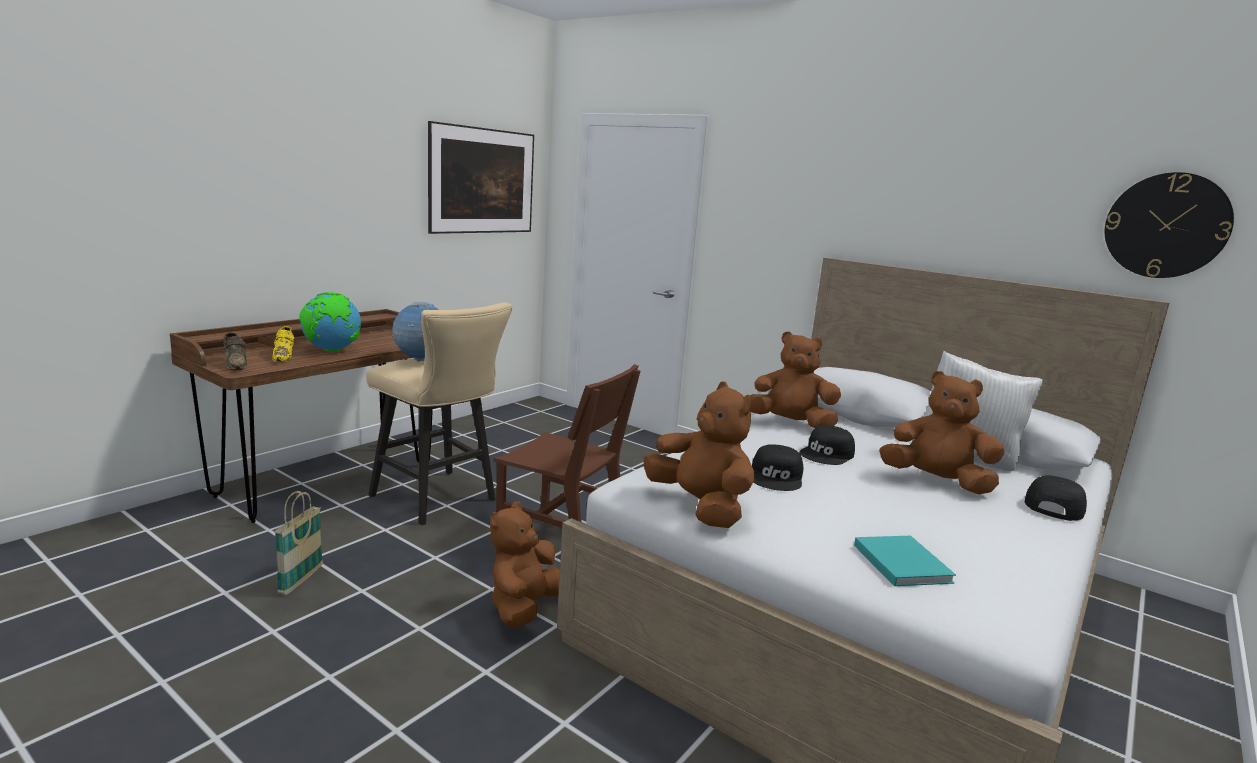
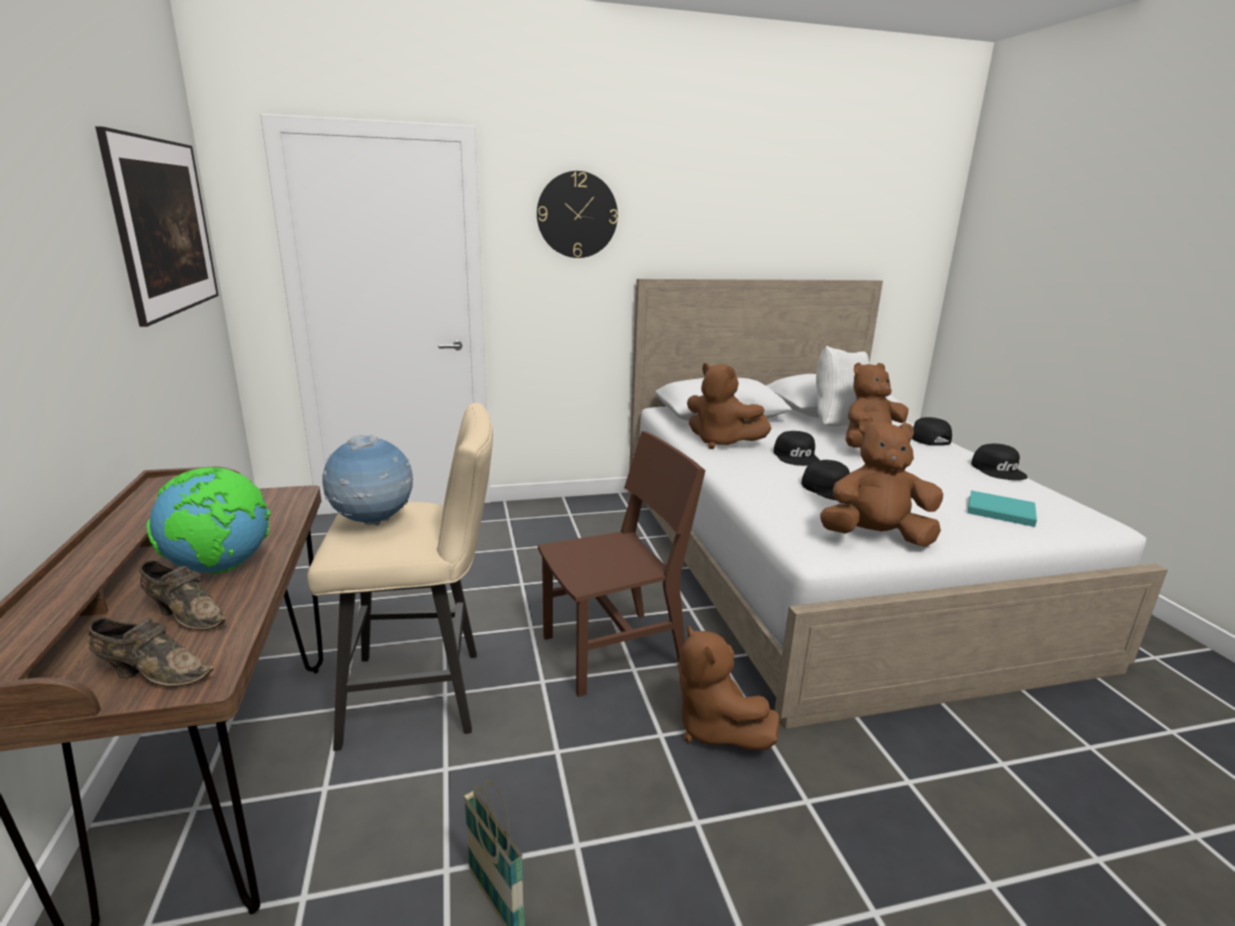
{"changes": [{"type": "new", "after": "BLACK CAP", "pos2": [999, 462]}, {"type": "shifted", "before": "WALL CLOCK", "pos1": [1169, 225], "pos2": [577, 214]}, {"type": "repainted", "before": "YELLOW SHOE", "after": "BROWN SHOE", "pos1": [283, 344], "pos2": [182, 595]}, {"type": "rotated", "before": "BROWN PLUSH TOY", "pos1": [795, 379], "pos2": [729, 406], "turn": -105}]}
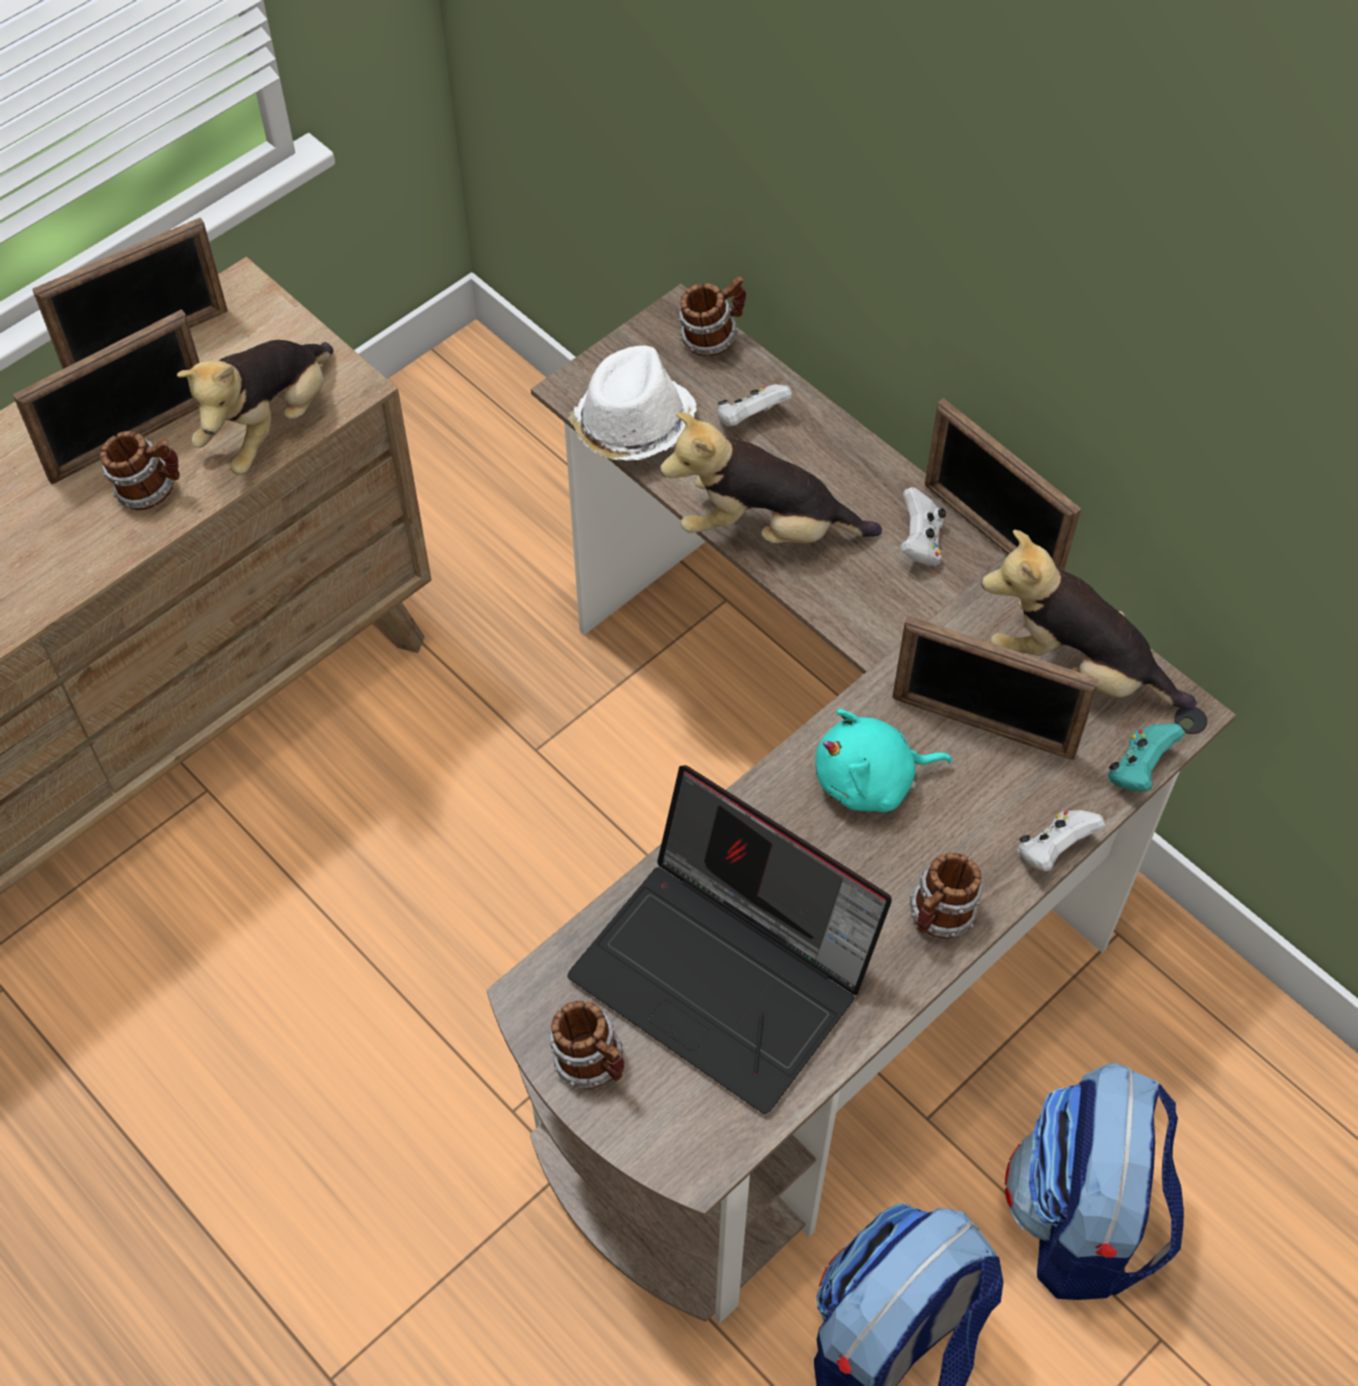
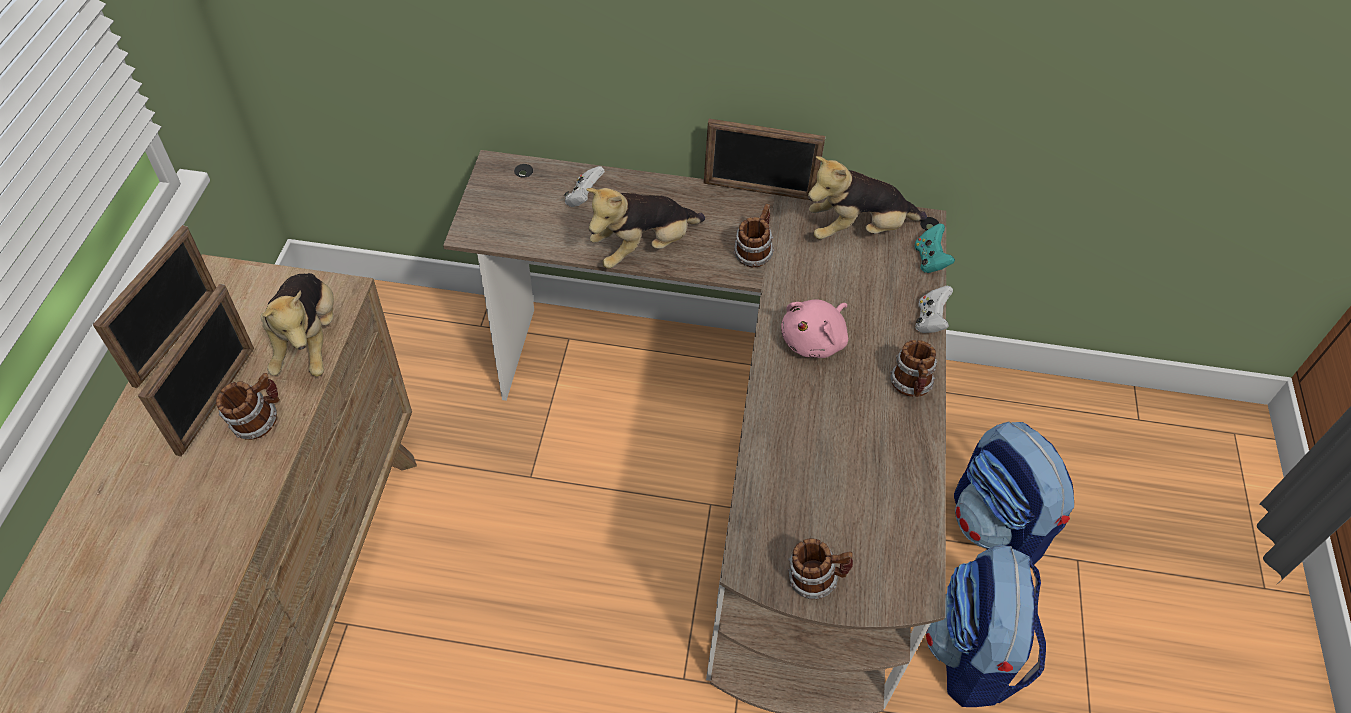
{"changes": [{"type": "gone", "before": "WHITE HAT", "pos1": [632, 403]}, {"type": "gone", "before": "LAPTOP", "pos1": [730, 939]}, {"type": "gone", "before": "PICTURE FRAME", "pos1": [996, 687]}, {"type": "gone", "before": "WHITE GAME CONTROLLER", "pos1": [922, 526]}, {"type": "shifted", "before": "MUG", "pos1": [712, 316], "pos2": [754, 235]}, {"type": "repainted", "before": "TURQUOISE PLUSH TOY", "after": "PINK PLUSH TOY", "pos1": [883, 760], "pos2": [814, 328]}]}
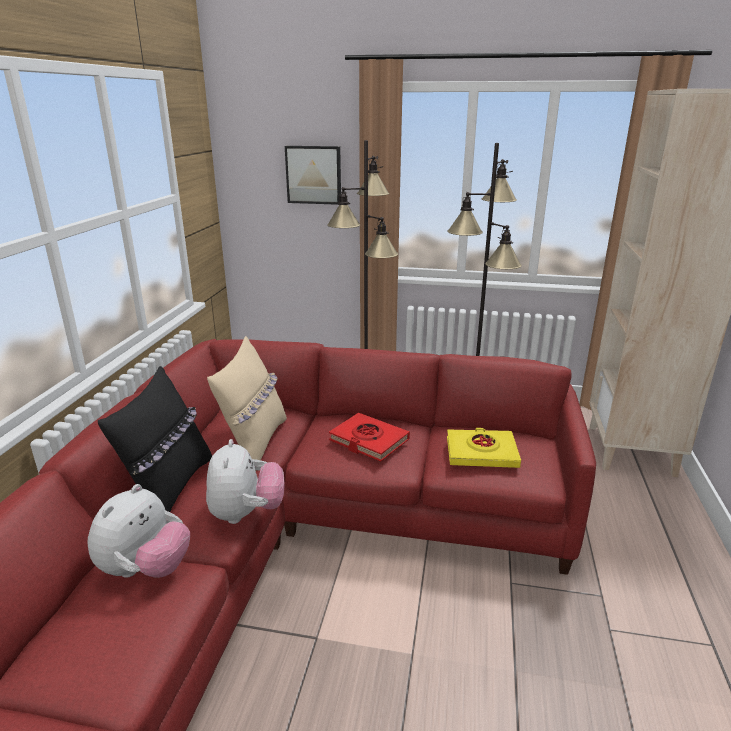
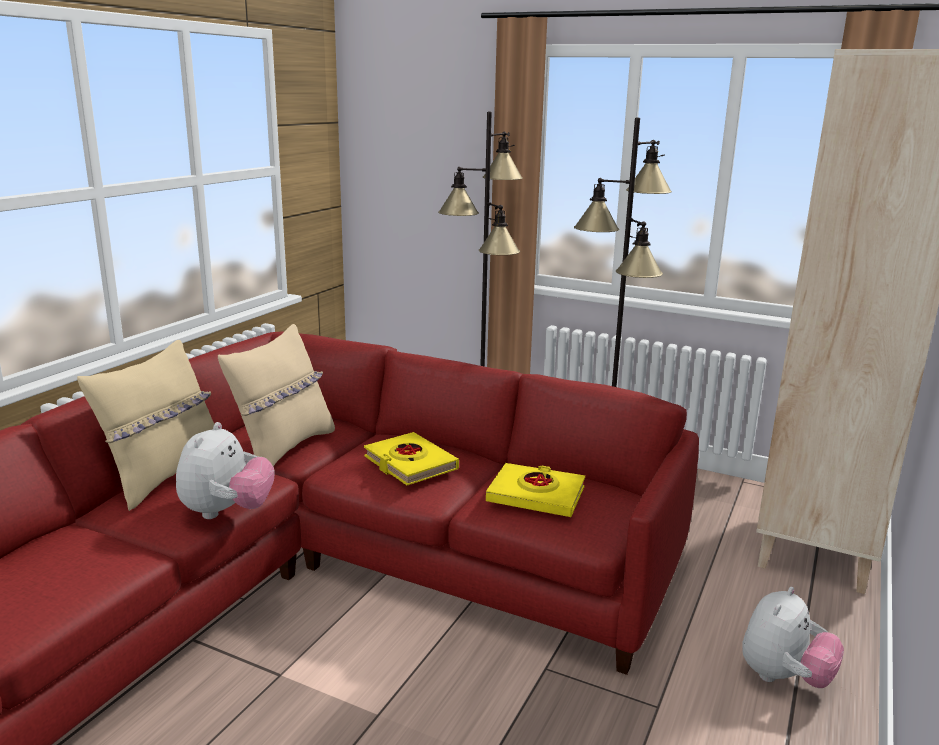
{"changes": [{"type": "gone", "before": "PICTURE", "pos1": [313, 175]}, {"type": "shifted", "before": "PLUSH TOY", "pos1": [138, 531], "pos2": [793, 637]}, {"type": "repainted", "before": "BLACK PILLOW", "after": "BEIGE PILLOW", "pos1": [155, 439], "pos2": [145, 425]}, {"type": "repainted", "before": "RED BOOK", "after": "YELLOW BOOK", "pos1": [369, 437], "pos2": [411, 458]}]}
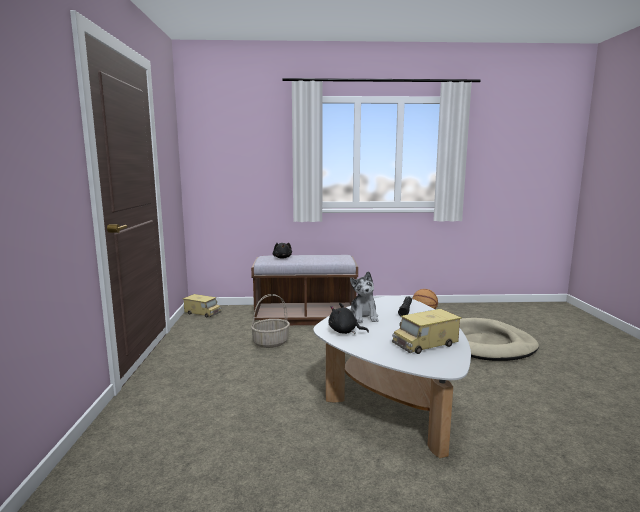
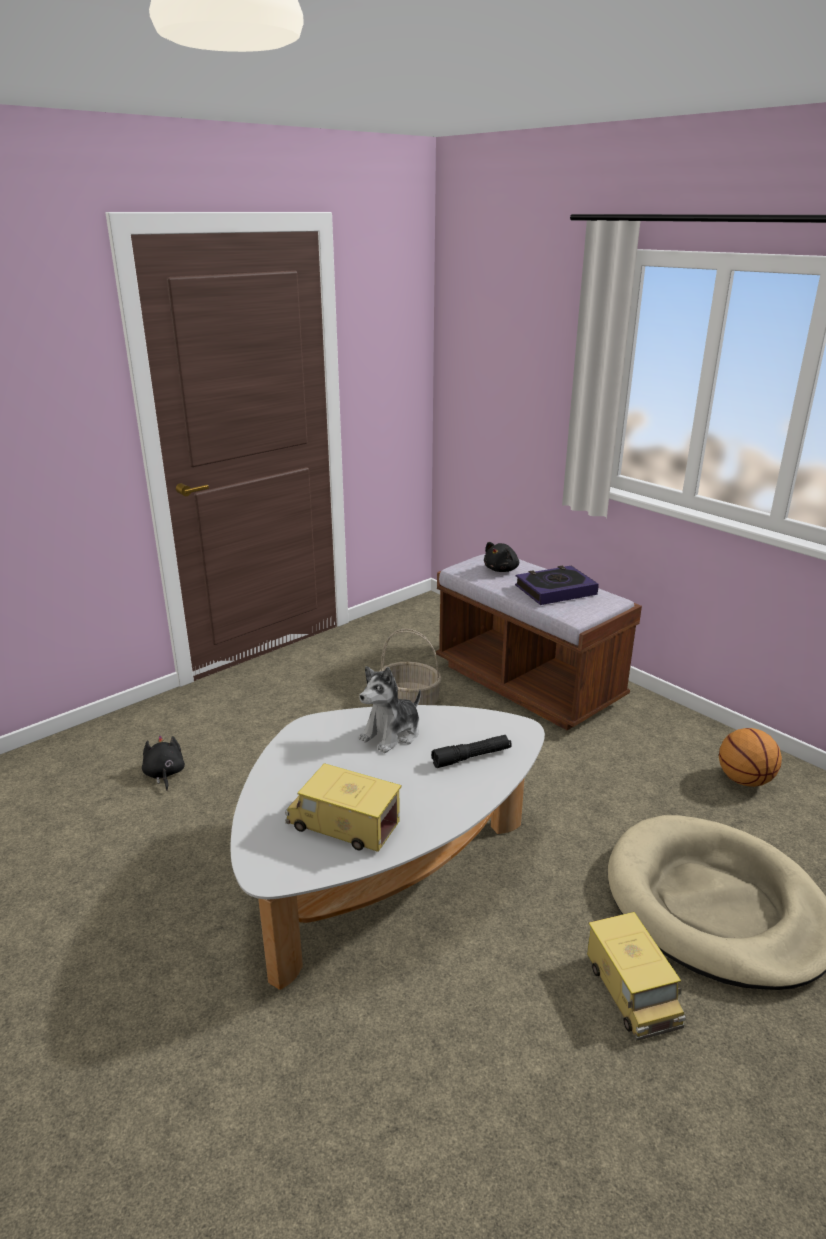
{"changes": [{"type": "new", "after": "BOOK", "pos2": [557, 585]}, {"type": "shifted", "before": "TOY TRUCK", "pos1": [202, 306], "pos2": [636, 976]}, {"type": "shifted", "before": "BLACK PLUSH TOY", "pos1": [349, 318], "pos2": [163, 763]}]}
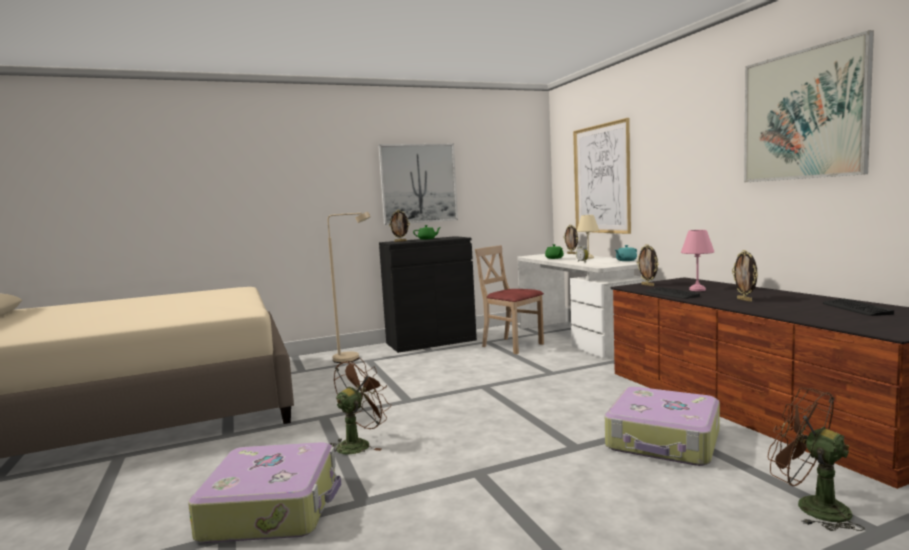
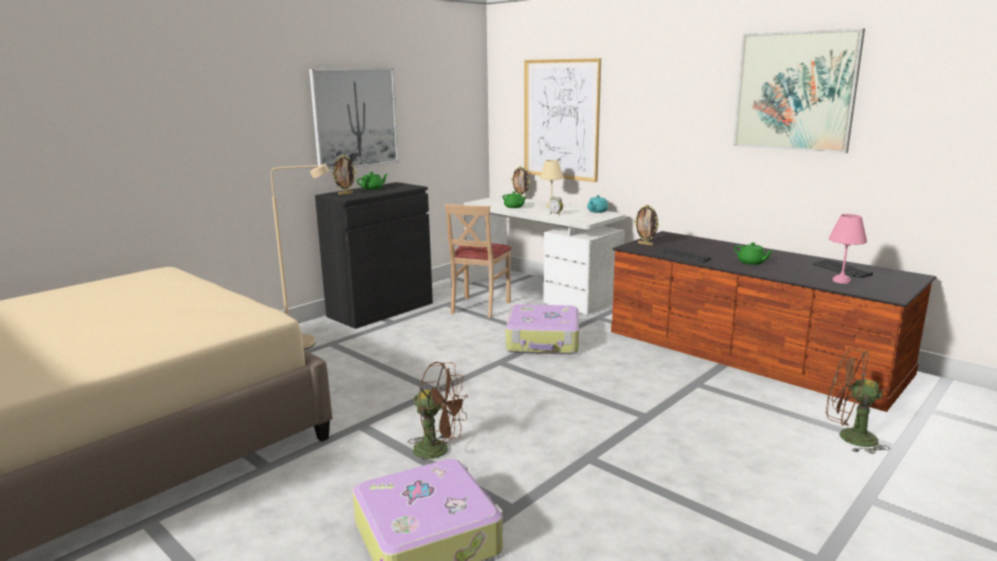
{"changes": [{"type": "shifted", "before": "SUITCASE", "pos1": [662, 426], "pos2": [542, 329]}, {"type": "shifted", "before": "PINK TABLE LAMP", "pos1": [697, 260], "pos2": [848, 249]}, {"type": "swapped", "before": "PICTURE FRAME", "after": "GREEN TEAPOT", "pos1": [745, 276], "pos2": [754, 253]}, {"type": "rotated", "before": "BROWN FAN", "pos1": [360, 405], "pos2": [438, 413], "turn": 90}, {"type": "rotated", "before": "BEIGE CHAIR", "pos1": [509, 299], "pos2": [478, 261], "turn": -90}]}
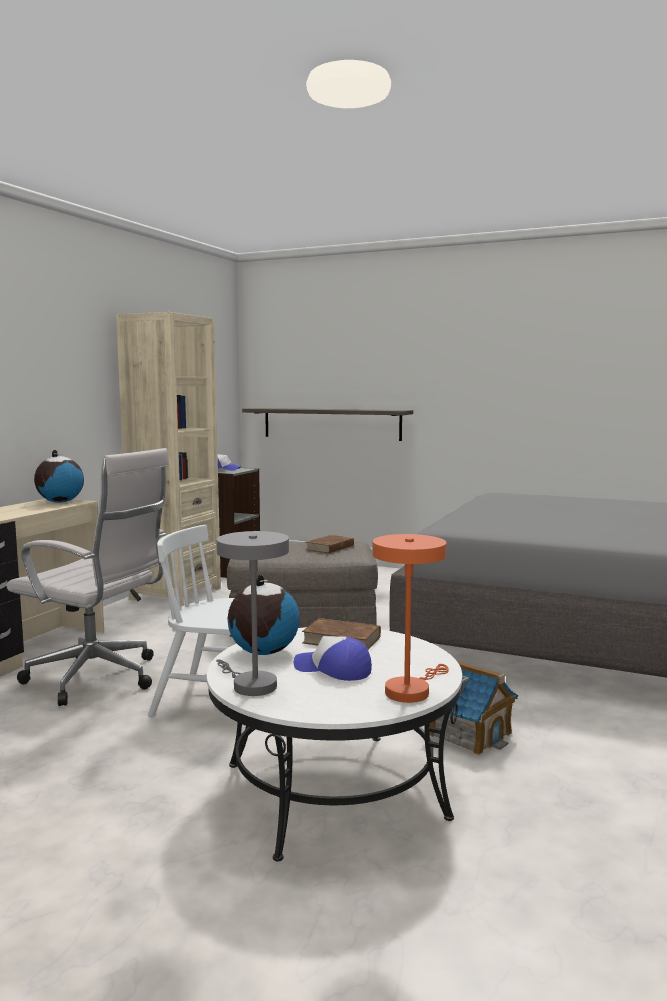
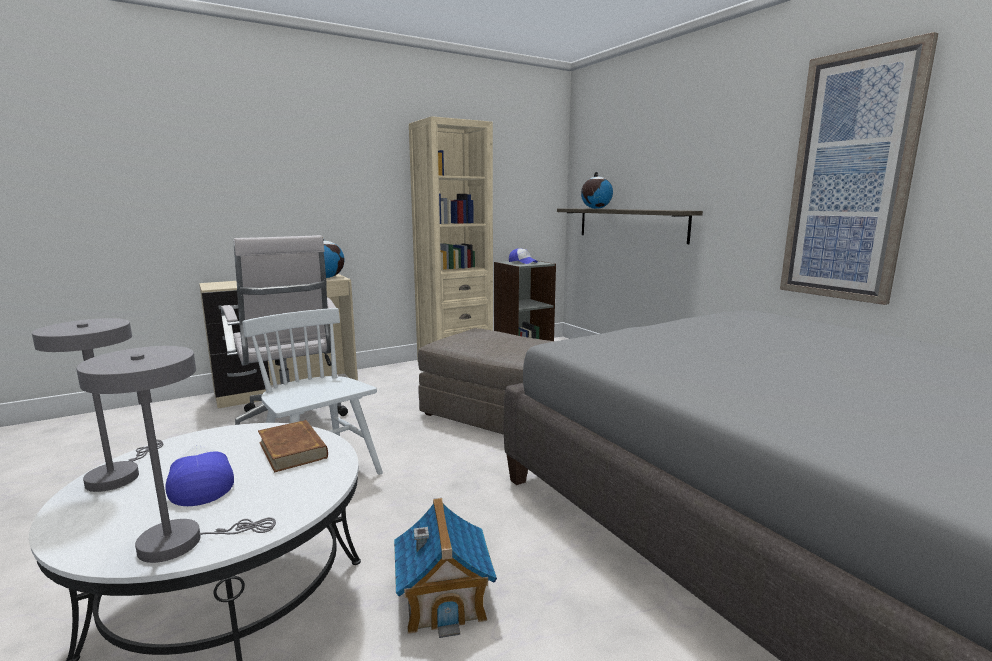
{"changes": [{"type": "gone", "before": "BROWN BOOK", "pos1": [329, 544]}, {"type": "new", "after": "PICTURE", "pos2": [859, 168]}, {"type": "shifted", "before": "GLOBE", "pos1": [264, 615], "pos2": [597, 190]}, {"type": "repainted", "before": "ORANGE TABLE LAMP", "after": "GREY TABLE LAMP", "pos1": [410, 618], "pos2": [176, 454]}]}
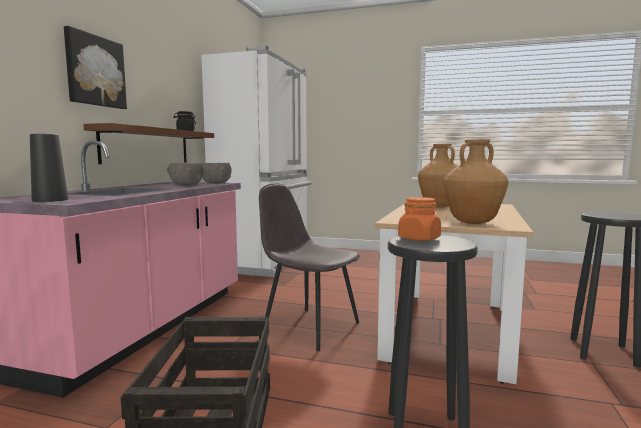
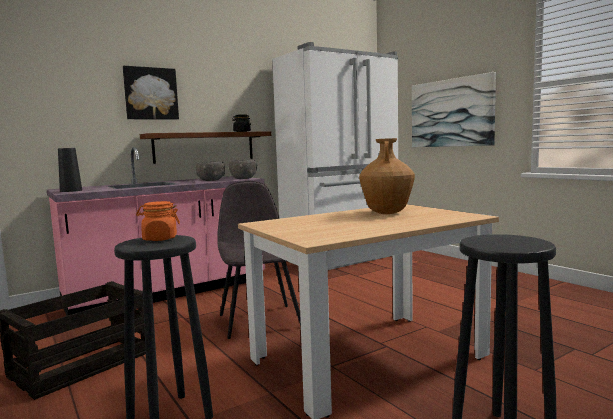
{"changes": [{"type": "gone", "before": "BROWN VASE", "pos1": [475, 181]}, {"type": "new", "after": "PICTURE", "pos2": [454, 109]}]}
